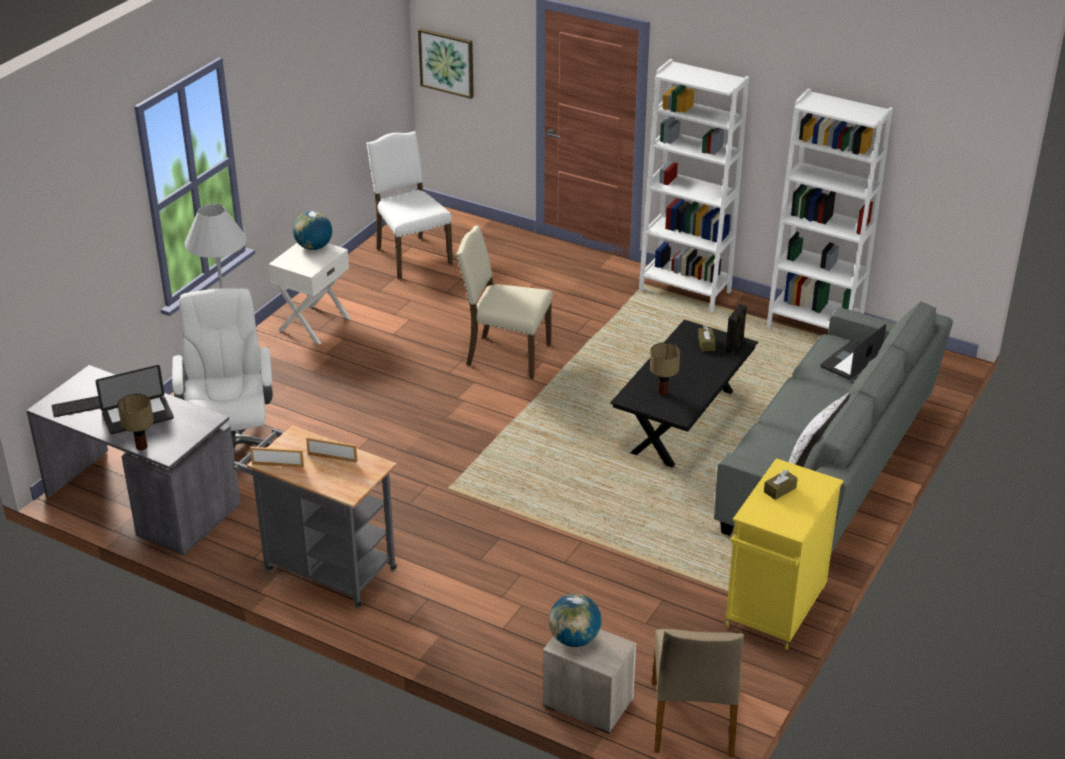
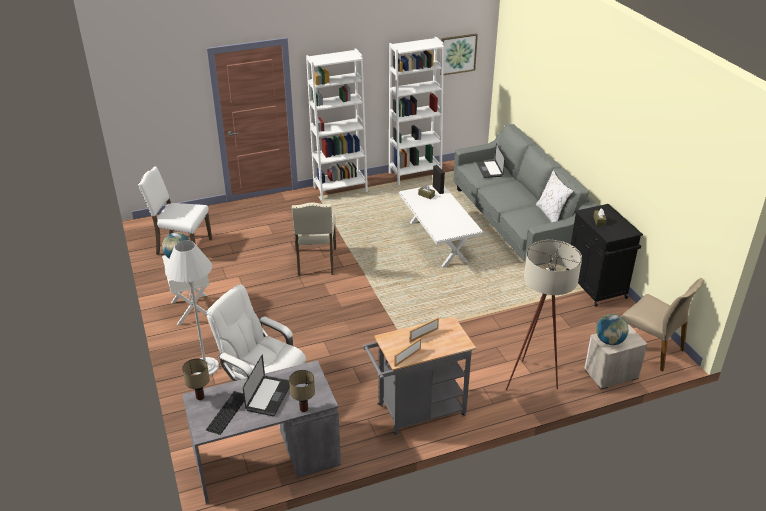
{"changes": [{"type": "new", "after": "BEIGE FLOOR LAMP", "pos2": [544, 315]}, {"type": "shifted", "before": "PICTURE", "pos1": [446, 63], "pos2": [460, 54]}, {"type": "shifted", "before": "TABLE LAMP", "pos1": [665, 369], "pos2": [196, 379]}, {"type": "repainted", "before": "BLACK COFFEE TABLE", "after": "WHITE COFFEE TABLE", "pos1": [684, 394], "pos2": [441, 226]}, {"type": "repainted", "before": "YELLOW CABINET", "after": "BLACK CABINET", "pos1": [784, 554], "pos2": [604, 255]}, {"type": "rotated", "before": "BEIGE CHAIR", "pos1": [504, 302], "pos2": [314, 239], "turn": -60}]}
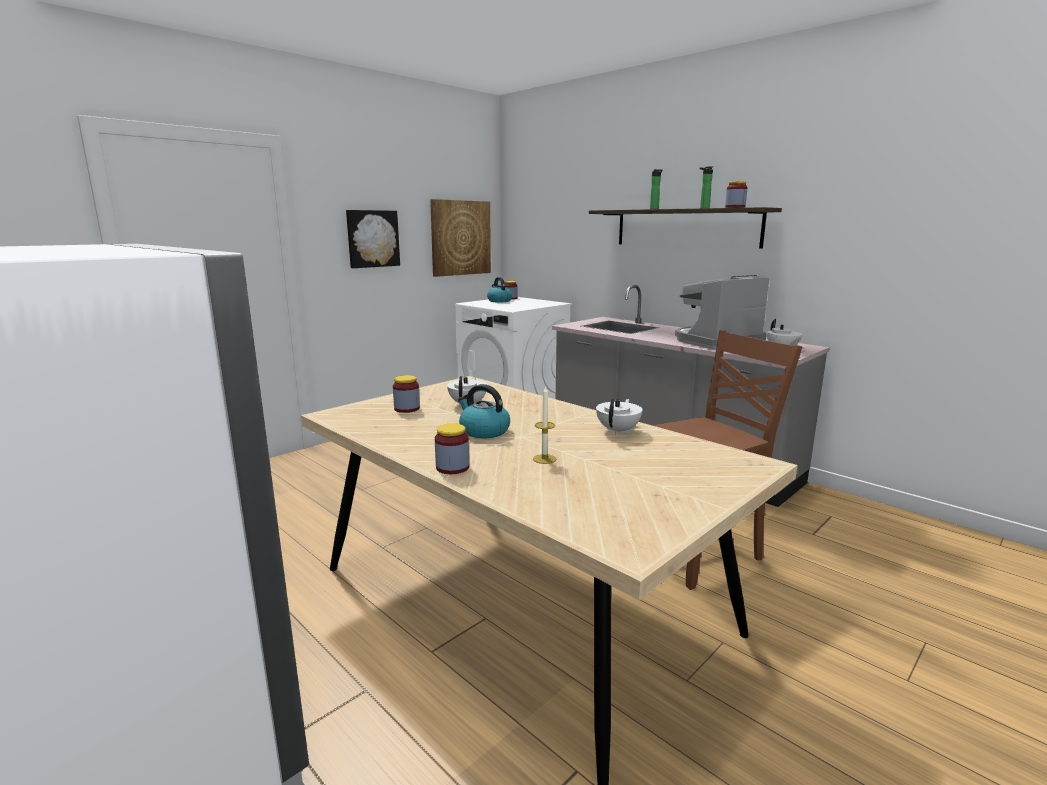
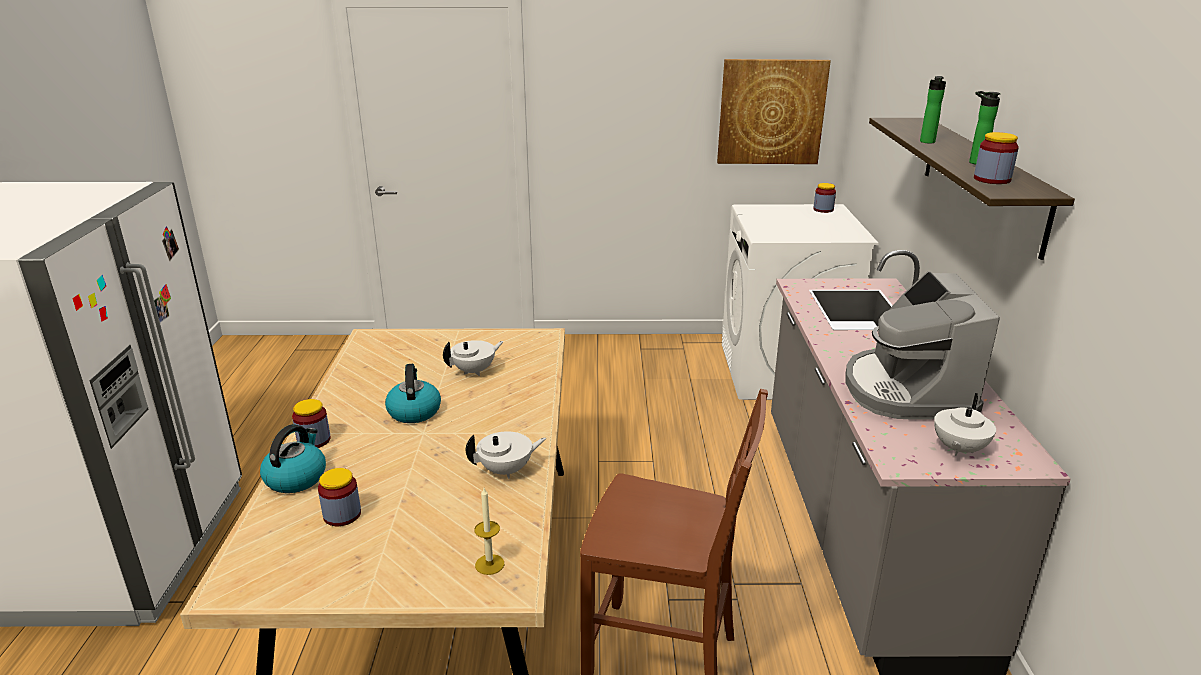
{"changes": [{"type": "gone", "before": "PICTURE", "pos1": [373, 239]}, {"type": "shifted", "before": "JAR", "pos1": [406, 394], "pos2": [339, 497]}, {"type": "shifted", "before": "KETTLE", "pos1": [499, 289], "pos2": [293, 458]}, {"type": "shifted", "before": "CANDLE", "pos1": [545, 424], "pos2": [489, 531]}, {"type": "rotated", "before": "COFFEE MACHINE", "pos1": [722, 312], "pos2": [923, 345], "turn": -105}]}
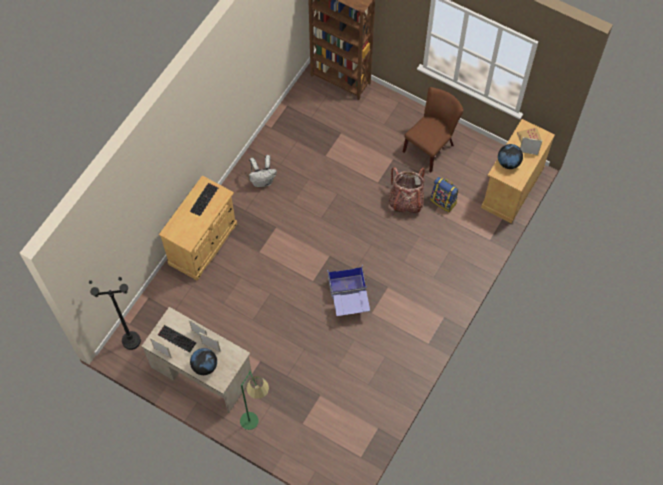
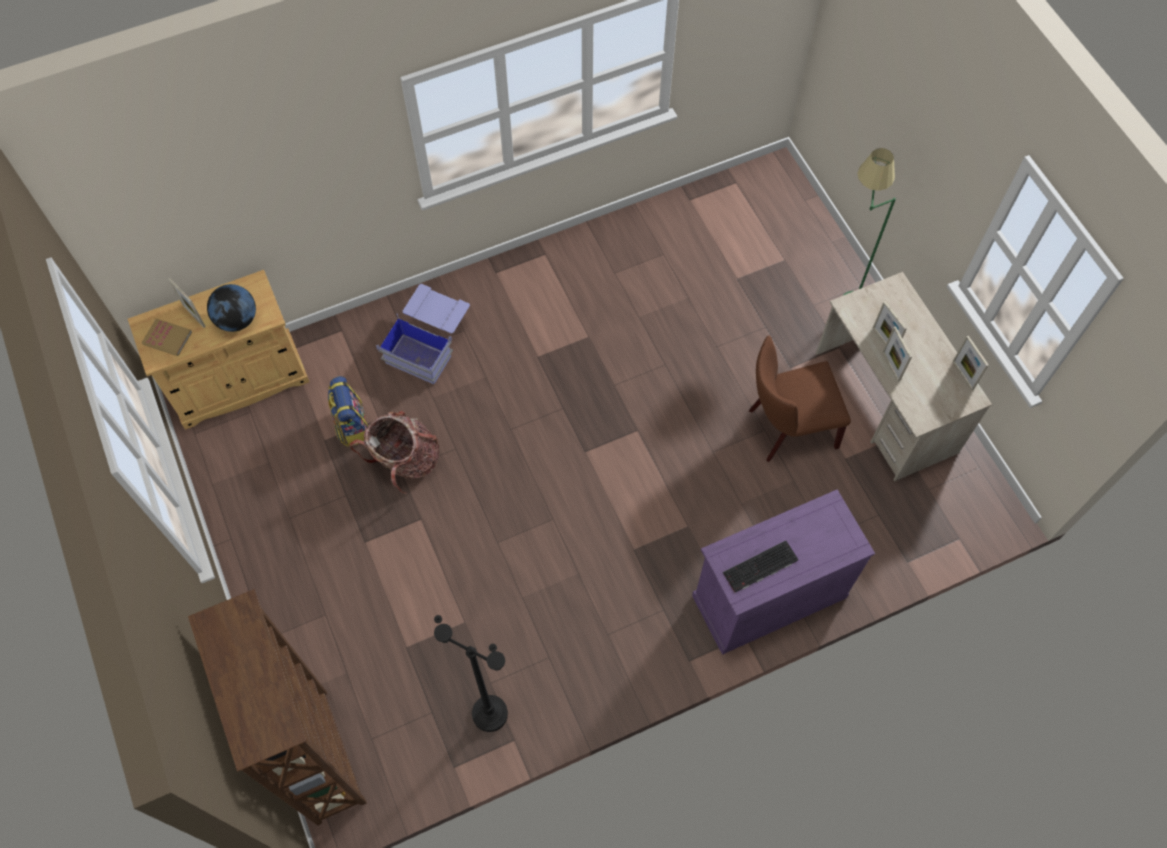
{"changes": [{"type": "gone", "before": "KEYBOARD", "pos1": [177, 339]}, {"type": "gone", "before": "GLOBE", "pos1": [203, 361]}, {"type": "gone", "before": "WHITE BACKPACK", "pos1": [263, 171]}, {"type": "shifted", "before": "BLACK FLOOR LAMP", "pos1": [115, 313], "pos2": [471, 673]}, {"type": "shifted", "before": "BLUE STORAGE BOX", "pos1": [348, 290], "pos2": [423, 334]}, {"type": "shifted", "before": "BROWN CHAIR", "pos1": [433, 129], "pos2": [800, 399]}, {"type": "repainted", "before": "BEIGE CABINET", "after": "PURPLE CABINET", "pos1": [198, 228], "pos2": [783, 572]}]}
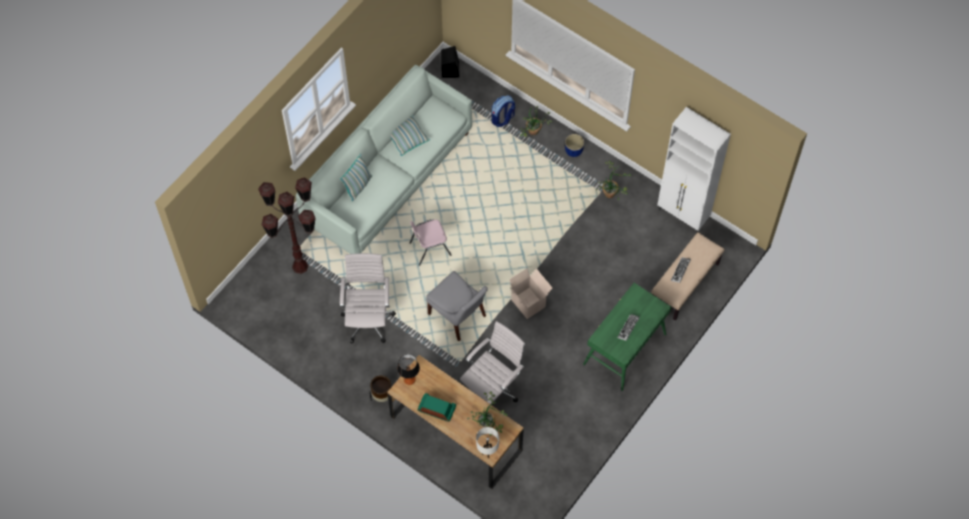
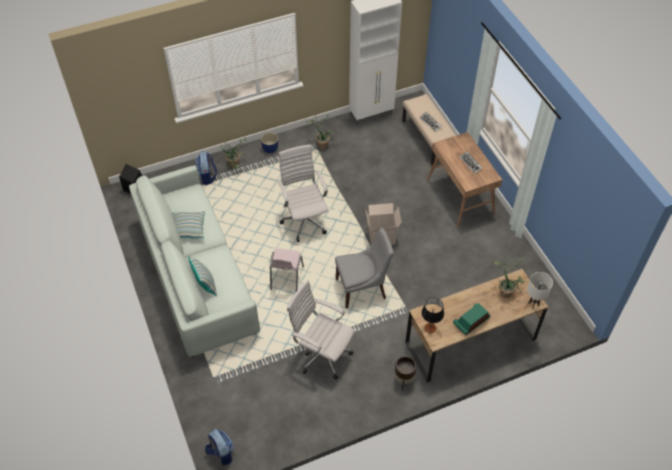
{"changes": [{"type": "gone", "before": "BROWN FLOOR LAMP", "pos1": [287, 225]}, {"type": "new", "after": "BACKPACK", "pos2": [219, 447]}, {"type": "shifted", "before": "WHITE OFFICE CHAIR", "pos1": [492, 362], "pos2": [302, 193]}, {"type": "repainted", "before": "GREEN DESK", "after": "BROWN DESK", "pos1": [627, 337], "pos2": [464, 180]}]}
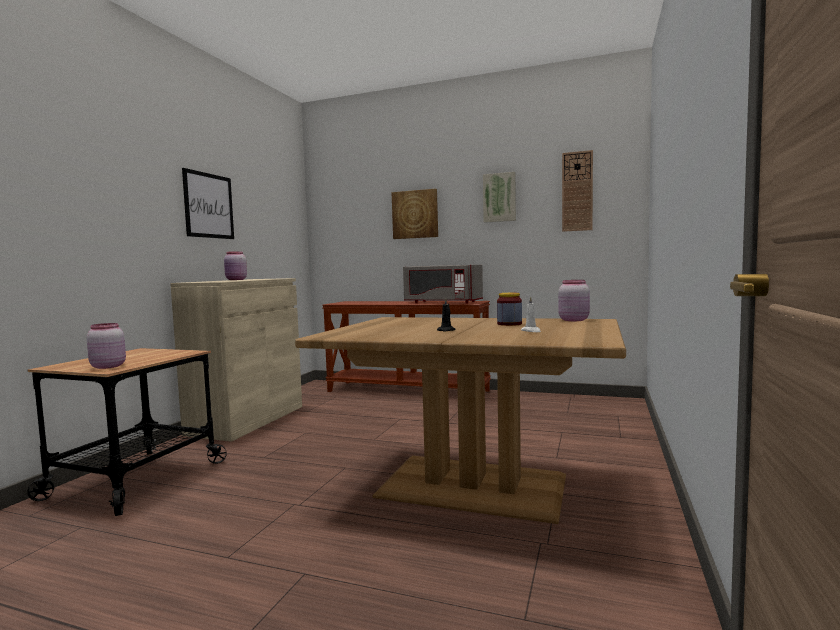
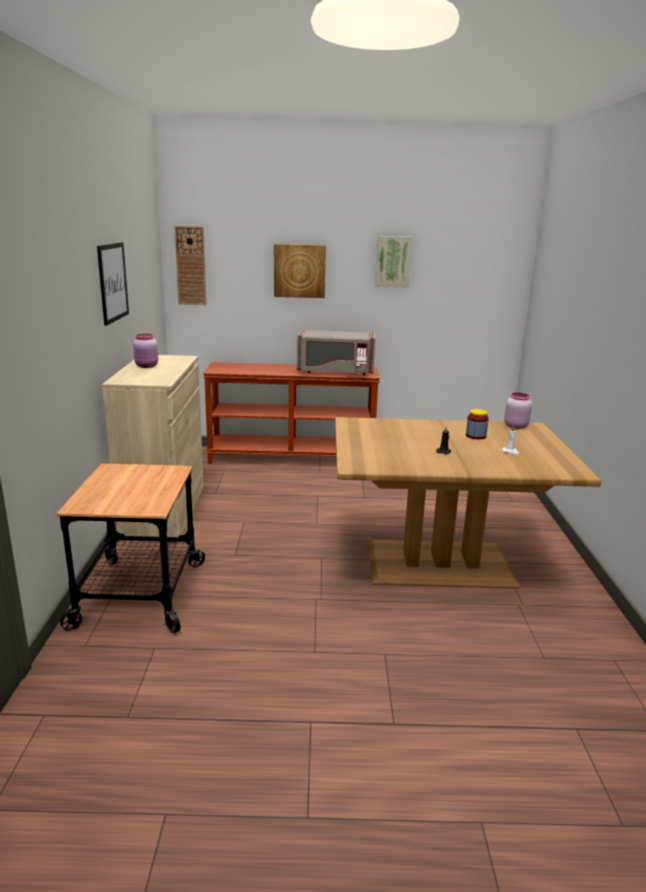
{"changes": [{"type": "gone", "before": "PINK JAR", "pos1": [106, 346]}, {"type": "shifted", "before": "WALL CLOCK", "pos1": [577, 191], "pos2": [190, 265]}]}
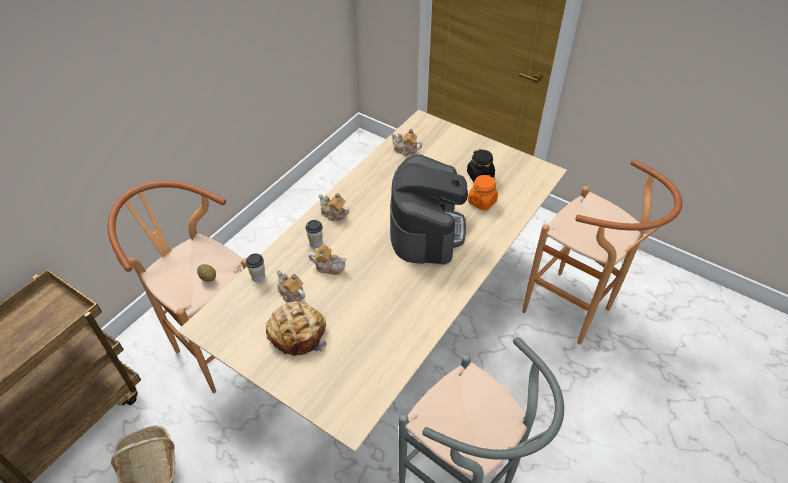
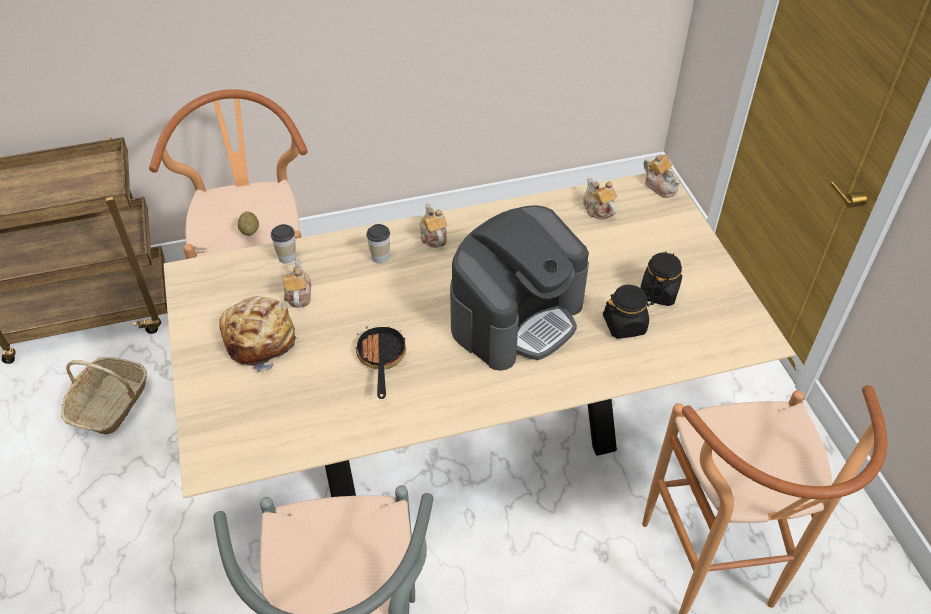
{"changes": [{"type": "new", "after": "FRYING PAN", "pos2": [380, 362]}, {"type": "shifted", "before": "TEAPOT", "pos1": [327, 259], "pos2": [662, 176]}, {"type": "repainted", "before": "ORANGE JAR", "after": "BLACK JAR", "pos1": [483, 193], "pos2": [628, 312]}]}
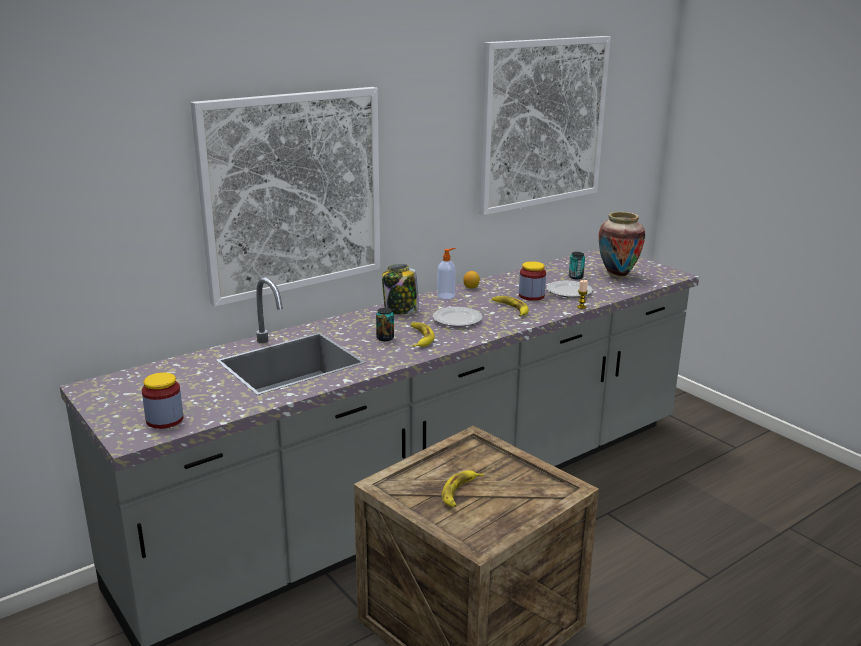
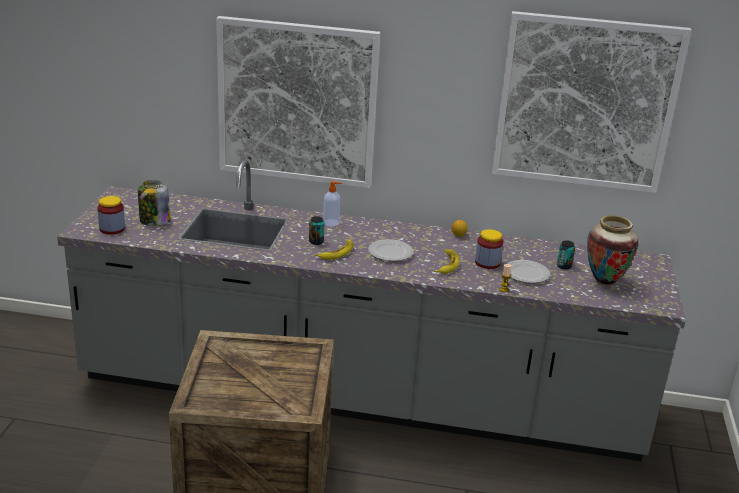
{"changes": [{"type": "gone", "before": "BANANA", "pos1": [462, 488]}, {"type": "shifted", "before": "JAR", "pos1": [400, 289], "pos2": [154, 203]}, {"type": "shifted", "before": "SOAP DISPENSER", "pos1": [446, 273], "pos2": [332, 203]}]}
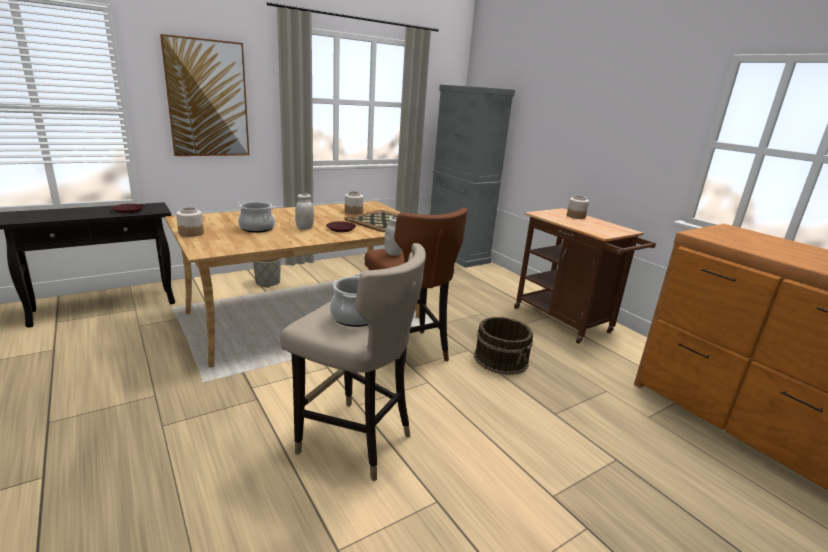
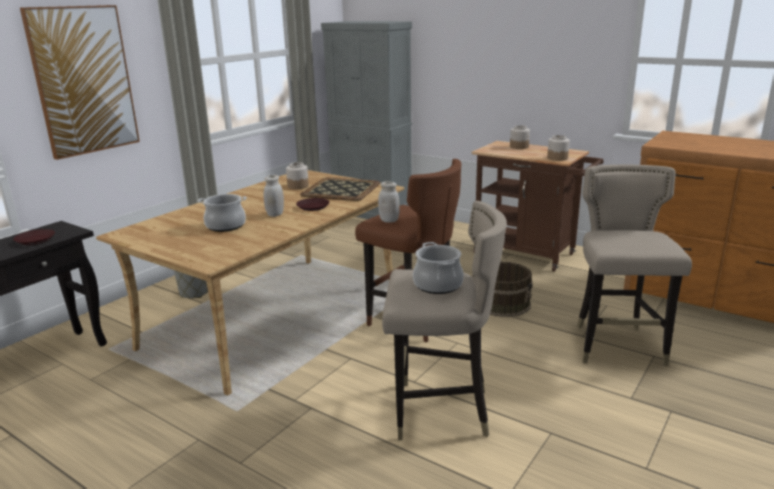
{"changes": [{"type": "new", "after": "BEIGE STOOL", "pos2": [634, 265]}, {"type": "shifted", "before": "JAR", "pos1": [190, 222], "pos2": [558, 148]}]}
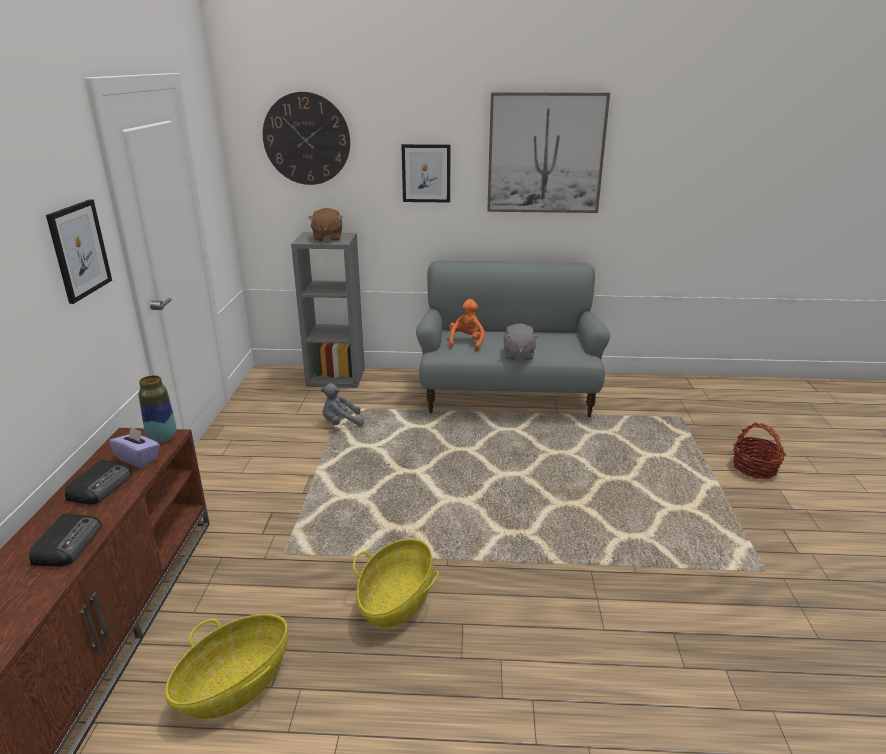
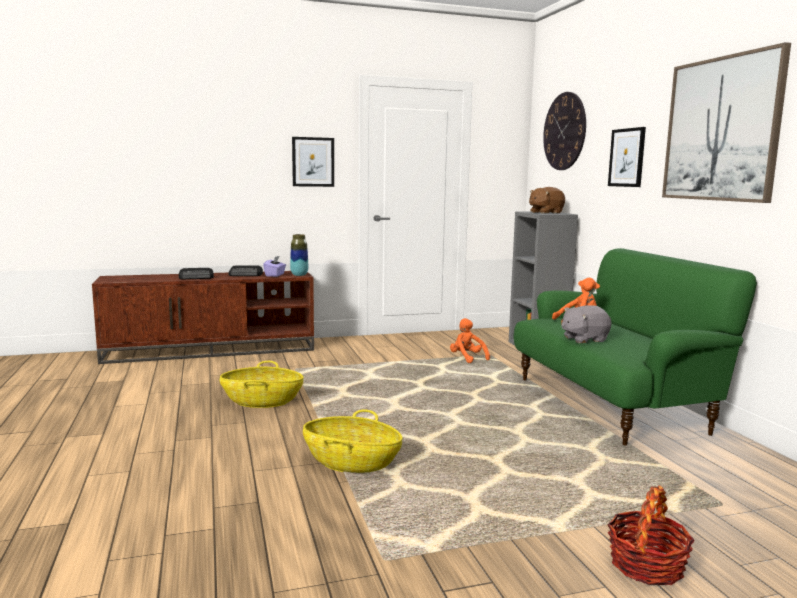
{"changes": [{"type": "shifted", "before": "BASKET", "pos1": [226, 666], "pos2": [353, 441]}, {"type": "repainted", "before": "GREY PLUSH TOY", "after": "ORANGE PLUSH TOY", "pos1": [342, 405], "pos2": [470, 340]}, {"type": "repainted", "before": "GREY SOFA", "after": "GREEN SOFA", "pos1": [513, 339], "pos2": [635, 347]}]}
